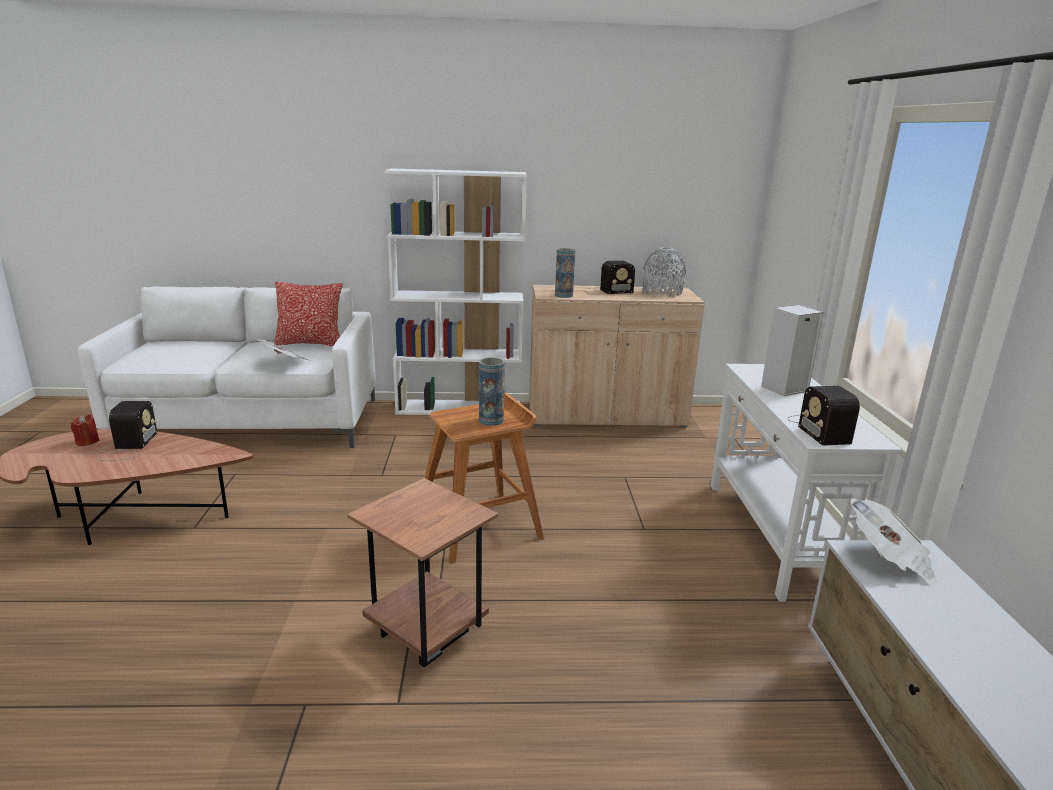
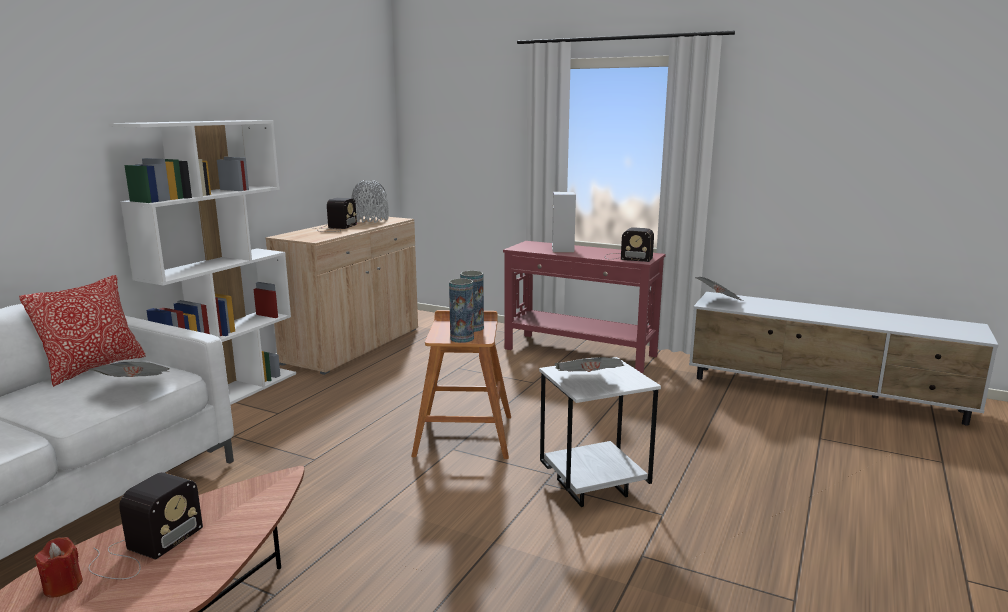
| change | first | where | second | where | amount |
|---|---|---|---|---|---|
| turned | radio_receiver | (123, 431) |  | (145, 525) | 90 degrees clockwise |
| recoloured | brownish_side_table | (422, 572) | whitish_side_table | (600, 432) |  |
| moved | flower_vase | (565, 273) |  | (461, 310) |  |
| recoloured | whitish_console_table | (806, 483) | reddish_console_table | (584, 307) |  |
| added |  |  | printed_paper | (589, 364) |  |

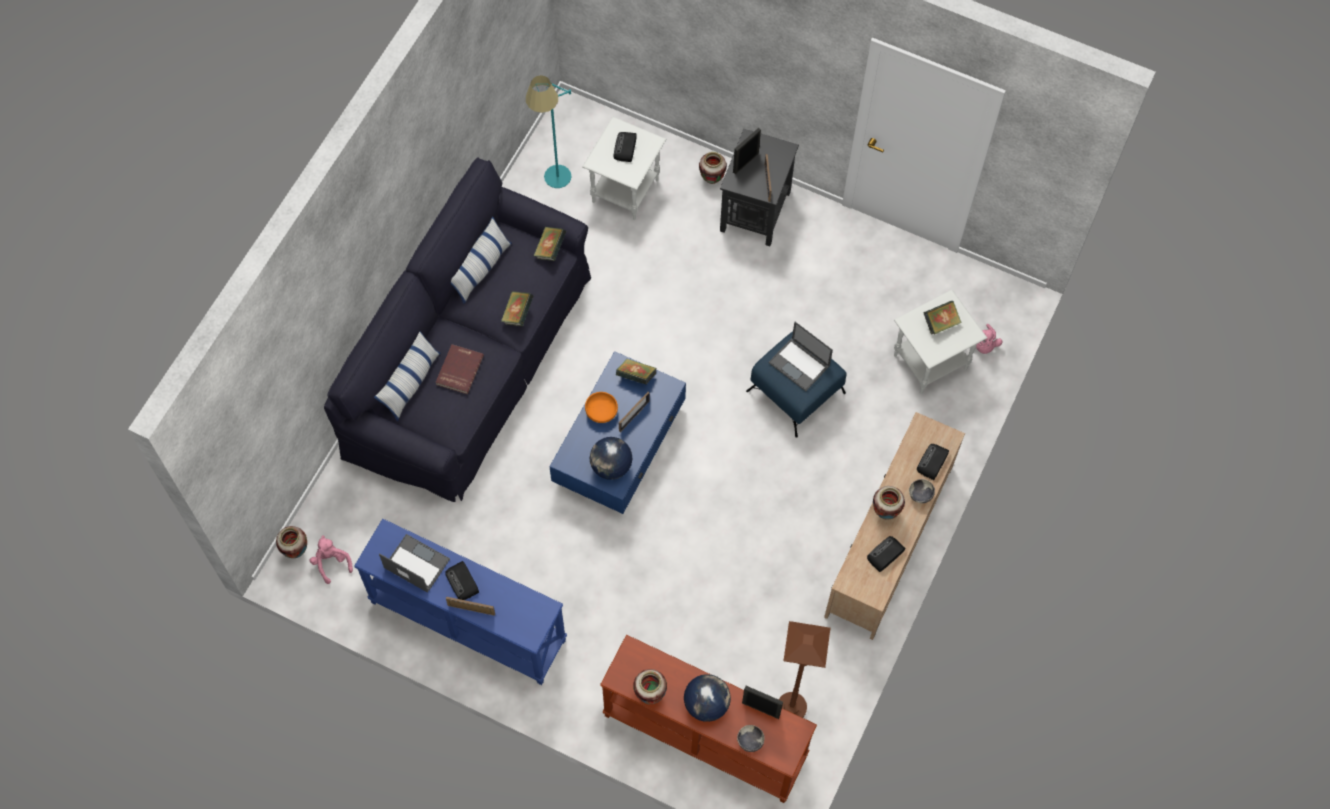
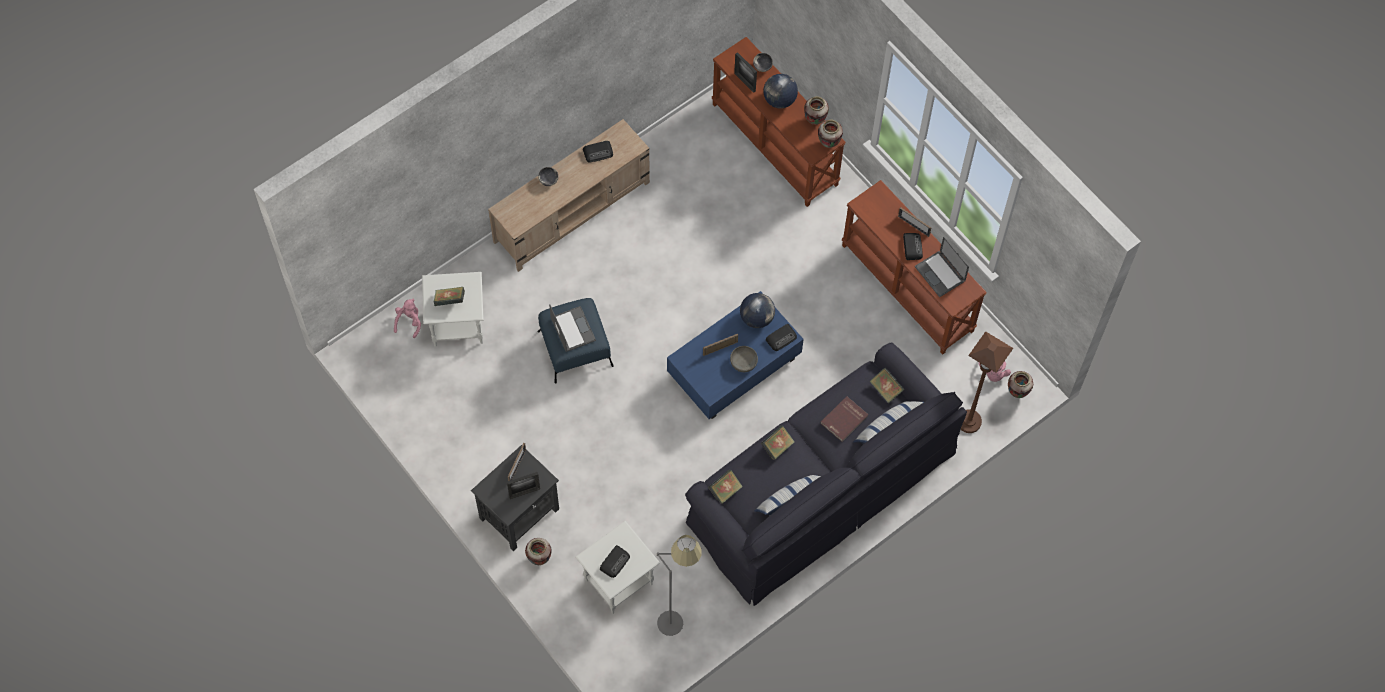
| change | first | where | second | where | amount |
|---|---|---|---|---|---|
| recoloured | blue_console_table | (460, 602) | brownish_console_table | (914, 267) |  |
| recoloured | blue-green_standard_lamp | (549, 131) | greyish_standard_lamp | (679, 585) |  |
| recoloured | orangey_serving_bowl | (601, 407) | greyish_serving_bowl | (744, 359) |  |
| moved | volume | (636, 371) |  | (887, 385) |  |
| moved | brownish_standard_lamp | (804, 669) |  | (987, 382) |  |
| moved | flower_vase | (889, 503) |  | (830, 134) |  |
| moved | radio_receiver | (933, 462) |  | (781, 337) |  |

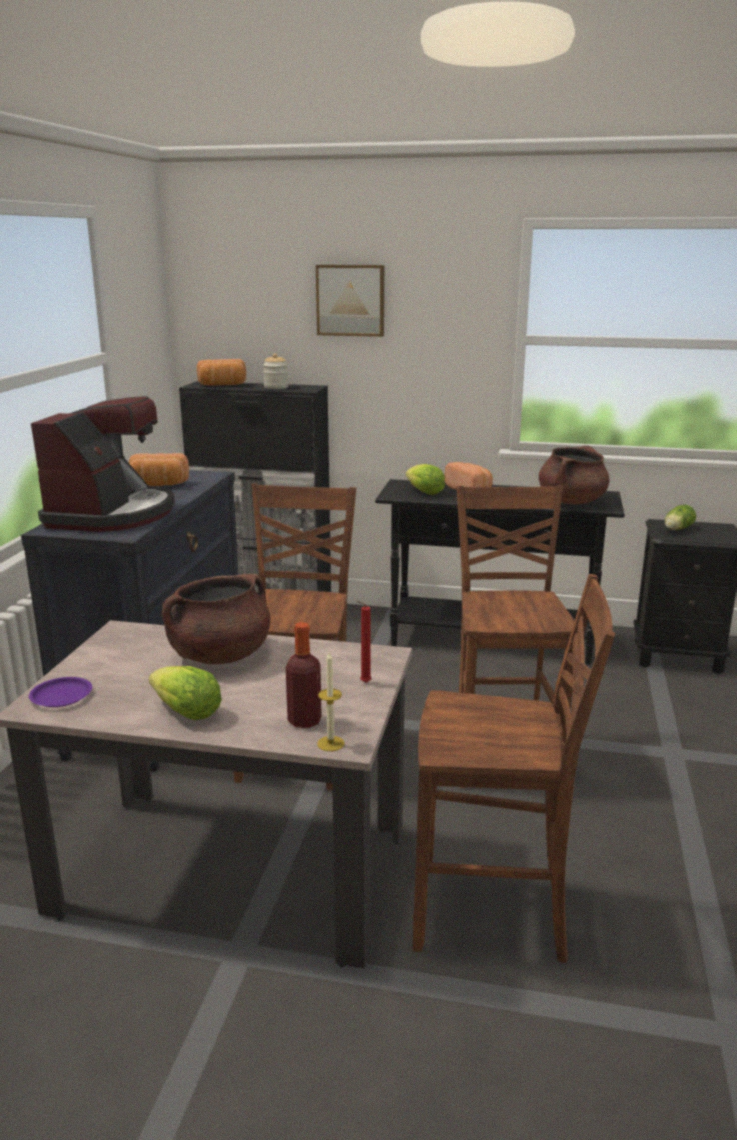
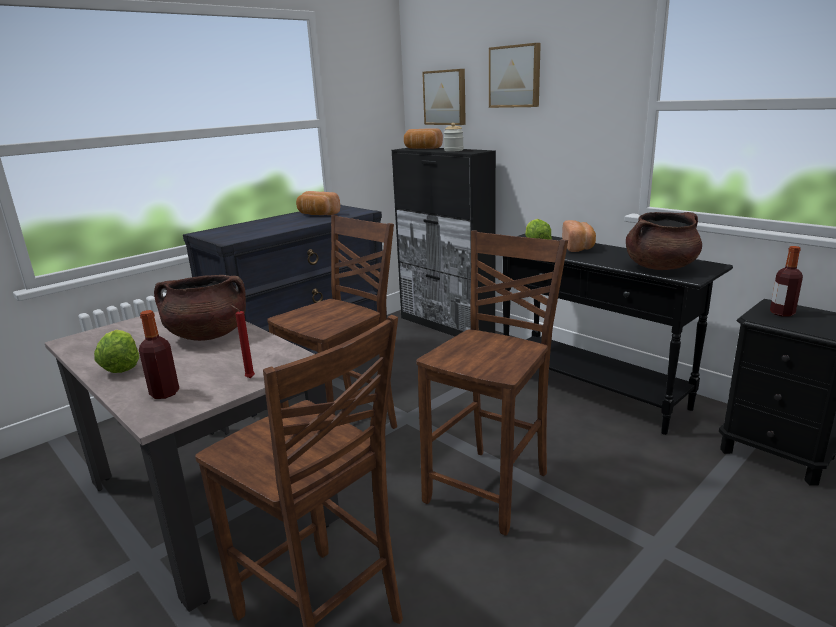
| change | first | where | second | where | amount |
|---|---|---|---|---|---|
| removed | purple_plate | (60, 692) |  |  |  |
| removed | coffee_machine | (103, 464) |  |  |  |
| removed | candle | (331, 701) |  |  |  |
| replaced | lettuce | (680, 517) | bottle | (786, 281) |  |
| added |  |  | wall_art | (444, 97) |  |

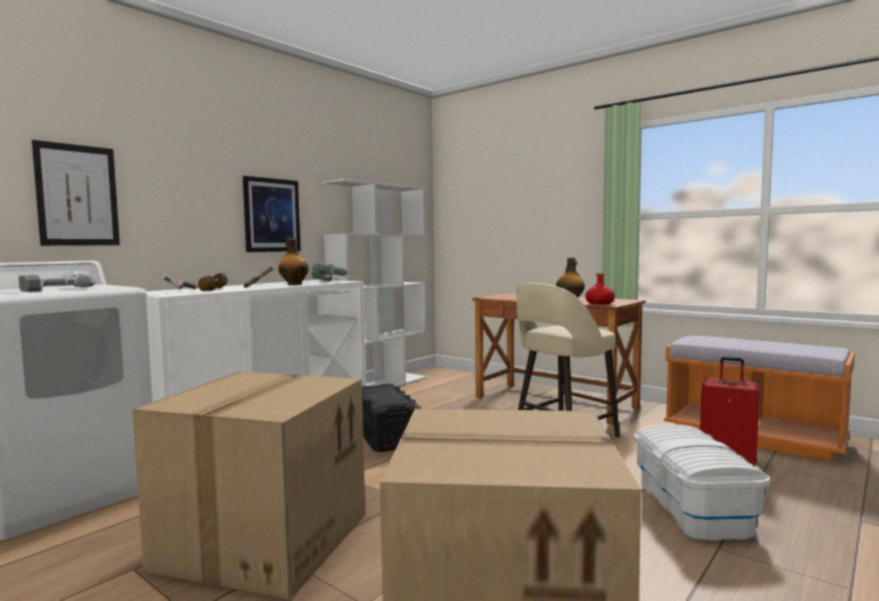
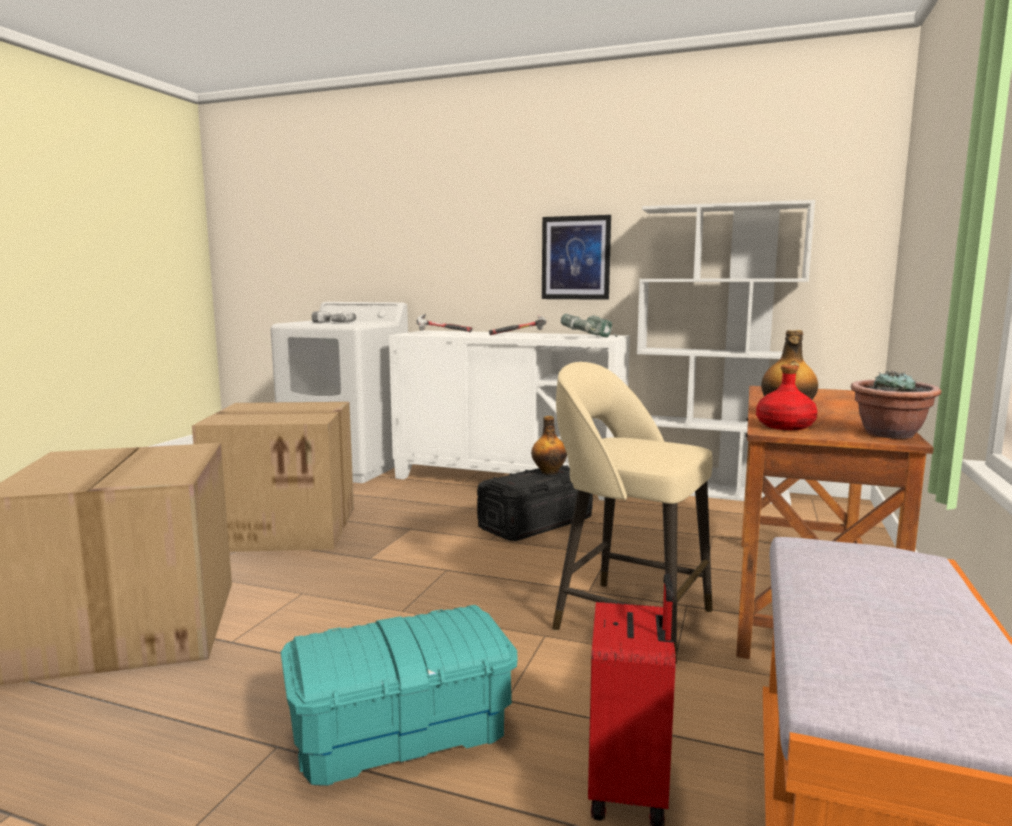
| change | first | where | second | where | amount |
|---|---|---|---|---|---|
| removed | wall_art | (76, 193) |  |  |  |
| removed | brownish_dumbbell | (213, 282) |  |  |  |
| moved | bottle | (293, 261) |  | (549, 445) |  |
| recoloured | whitish_storage_container | (702, 482) | blue-green_storage_container | (399, 695) |  |
| added |  |  | houseplant | (896, 405) |  |

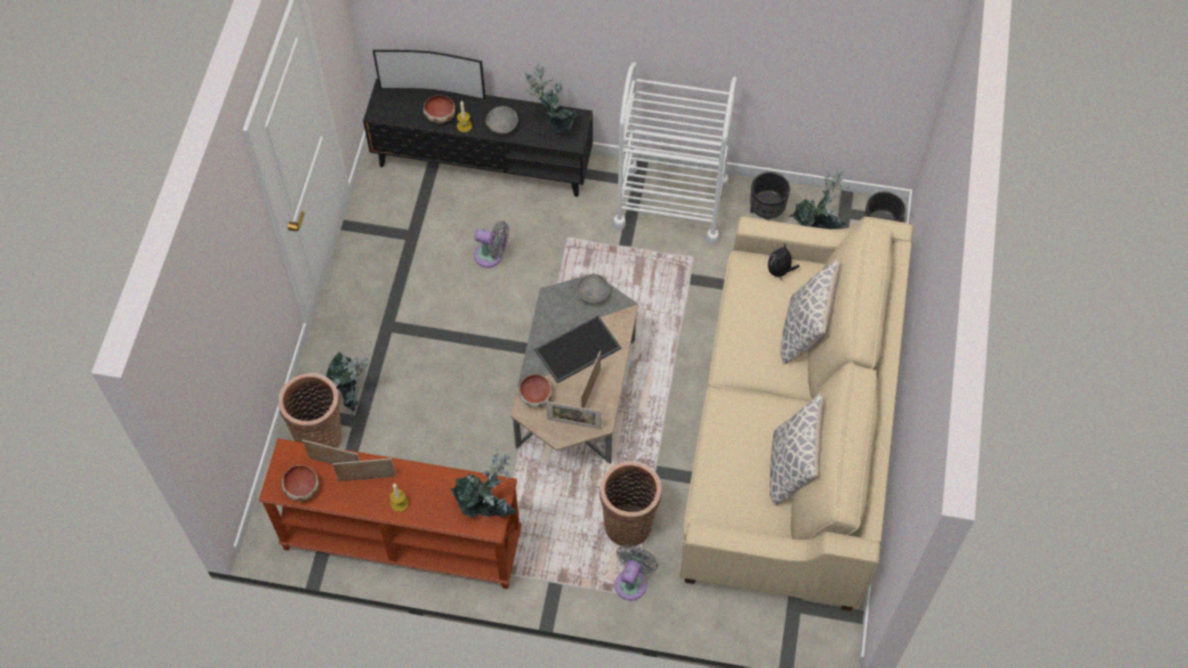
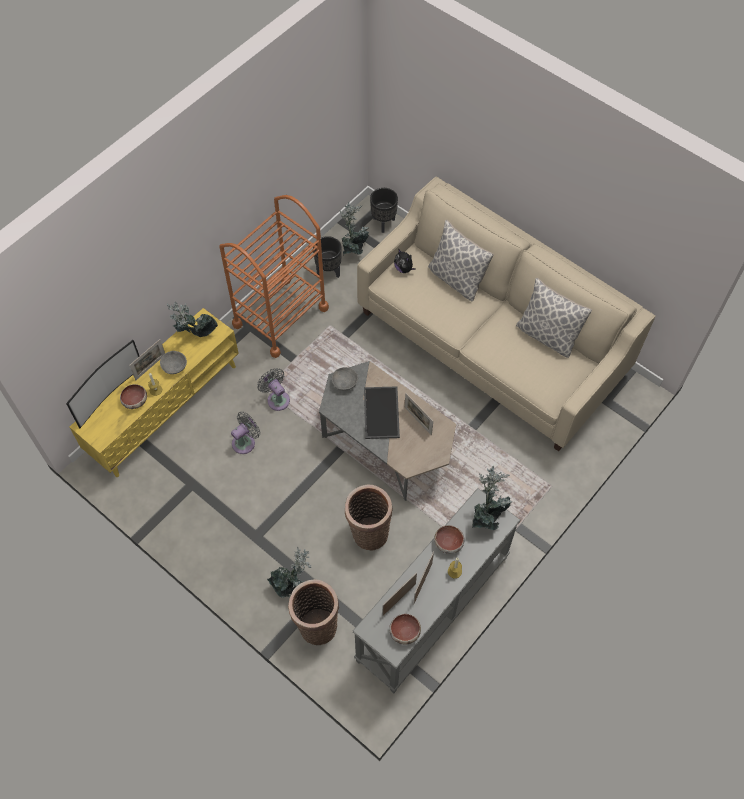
| change | first | where | second | where | amount |
|---|---|---|---|---|---|
| recoloured | brownish_console_table | (390, 513) | greyish_console_table | (436, 590) |  |
| recoloured | black_tv_unit | (478, 138) | yellowish_tv_unit | (154, 392) |  |
| moved | serving_bowl | (536, 390) |  | (449, 539) |  |
| moved | standing_frame | (573, 415) |  | (147, 360) |  |
| moved | household_basket | (630, 504) |  | (369, 517) |  |
| recoloured | whitish_wheeled_cart | (675, 153) | orangey_wheeled_cart | (274, 276) |  |
| moved | greyish_cooling_fan | (636, 572) |  | (273, 389) |  |

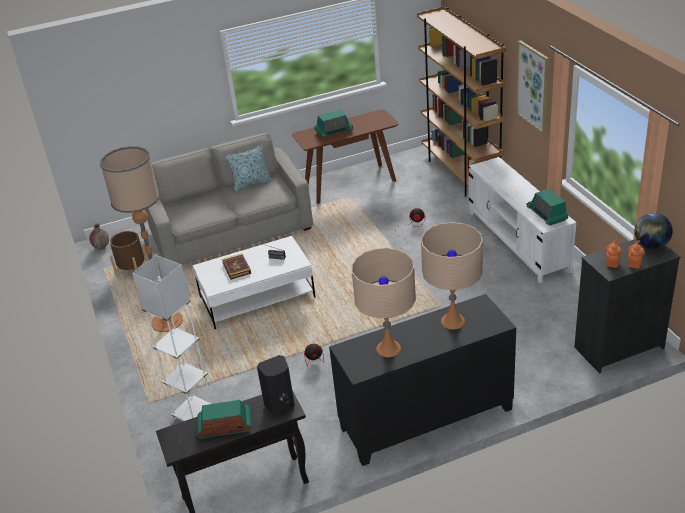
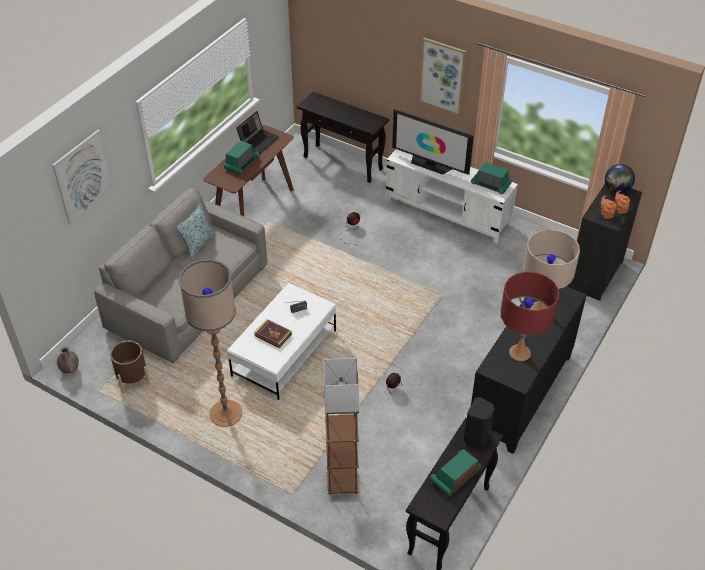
| change | first | where | second | where | amount |
|---|---|---|---|---|---|
| recoloured | whitish_standard_lamp | (172, 338) | brownish_standard_lamp | (341, 426) |  |
| recoloured | sand-coloured_table_lamp | (383, 302) | reddish_table_lamp | (530, 316) |  |
| replaced | brownish_bookshelf | (461, 102) | black_console_table | (343, 137) |  |
| added |  |  | wall_art | (82, 177) |  |
| added |  |  | portable_computer | (257, 132) |  |
| added |  |  | TV | (433, 142) |  |

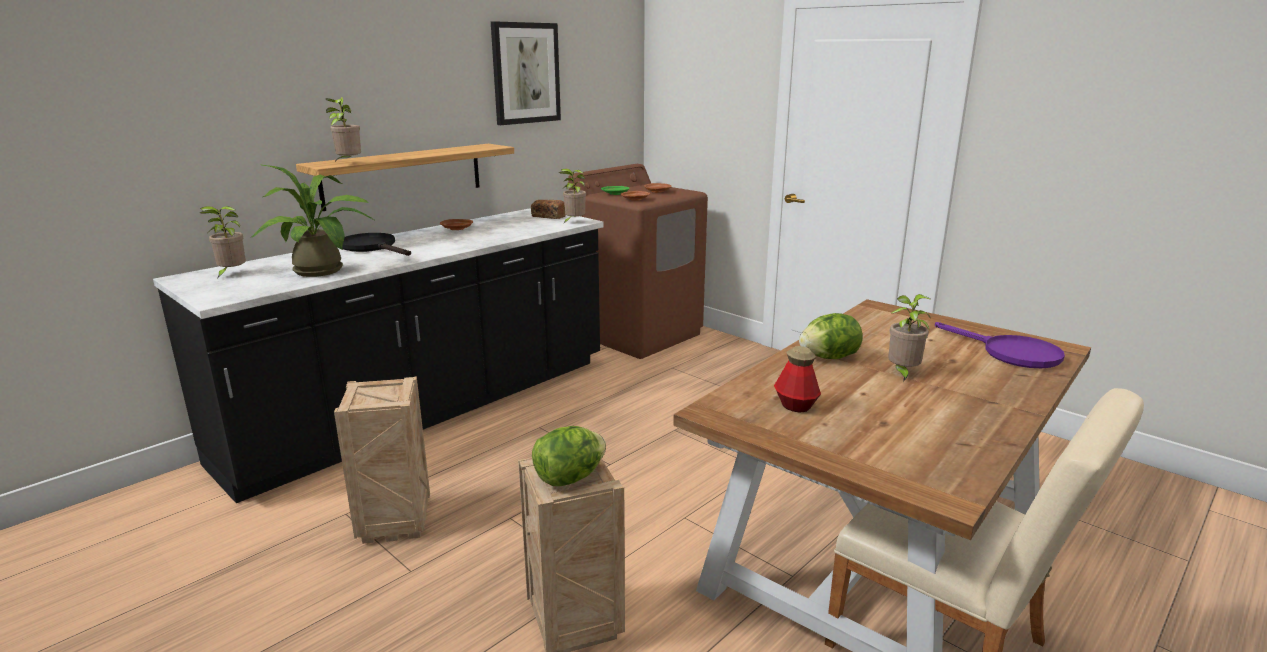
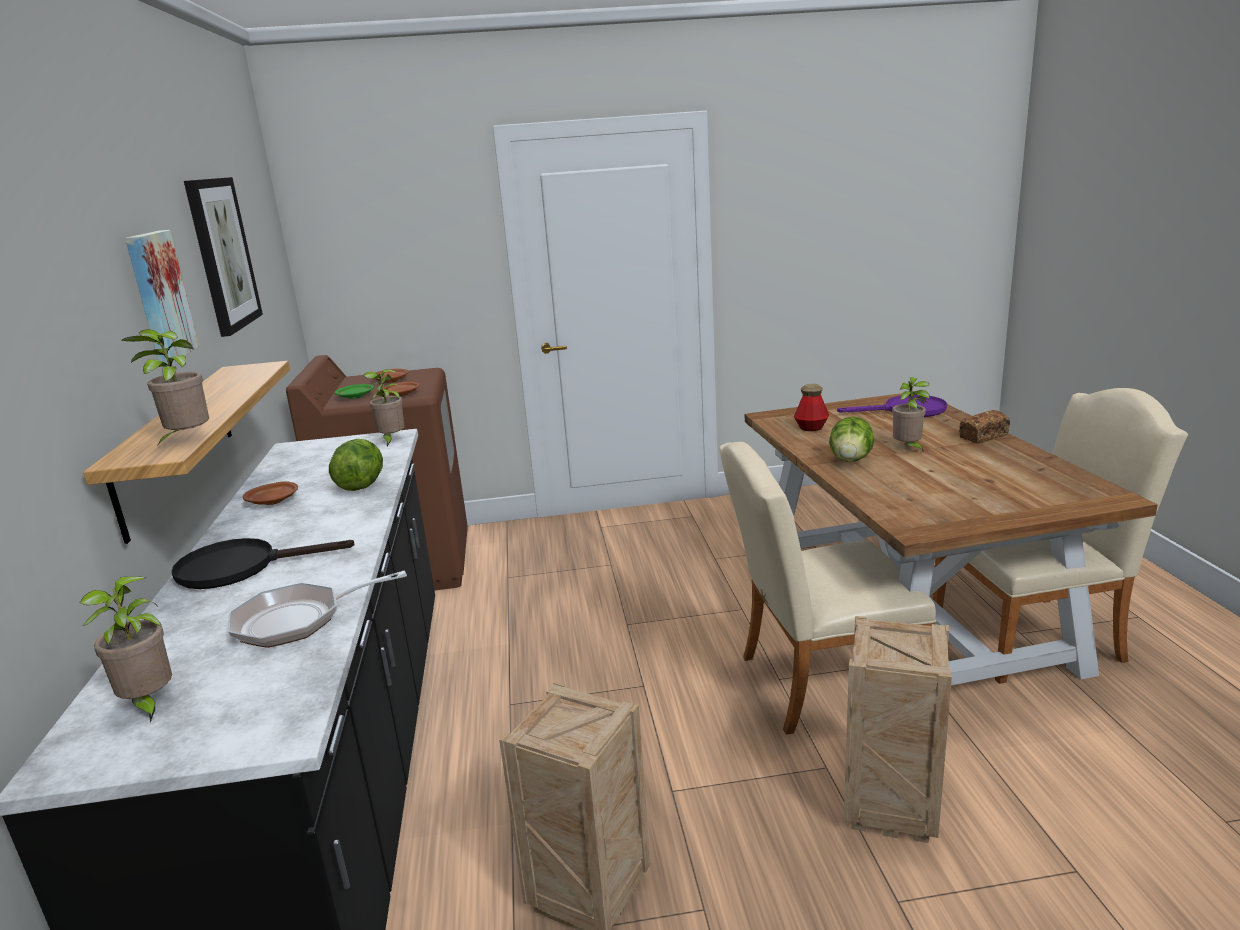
| change | first | where | second | where | amount |
|---|---|---|---|---|---|
| replaced | houseplant | (312, 221) | pan | (317, 609) |  |
| moved | bread | (548, 209) |  | (984, 427) |  |
| moved | lettuce | (569, 456) |  | (356, 465) |  |
| moved | bottle | (797, 379) |  | (811, 407) |  |
| added |  |  | wall_art | (162, 297) |  |
| added |  |  | sand-coloured_chair | (828, 588) |  |

